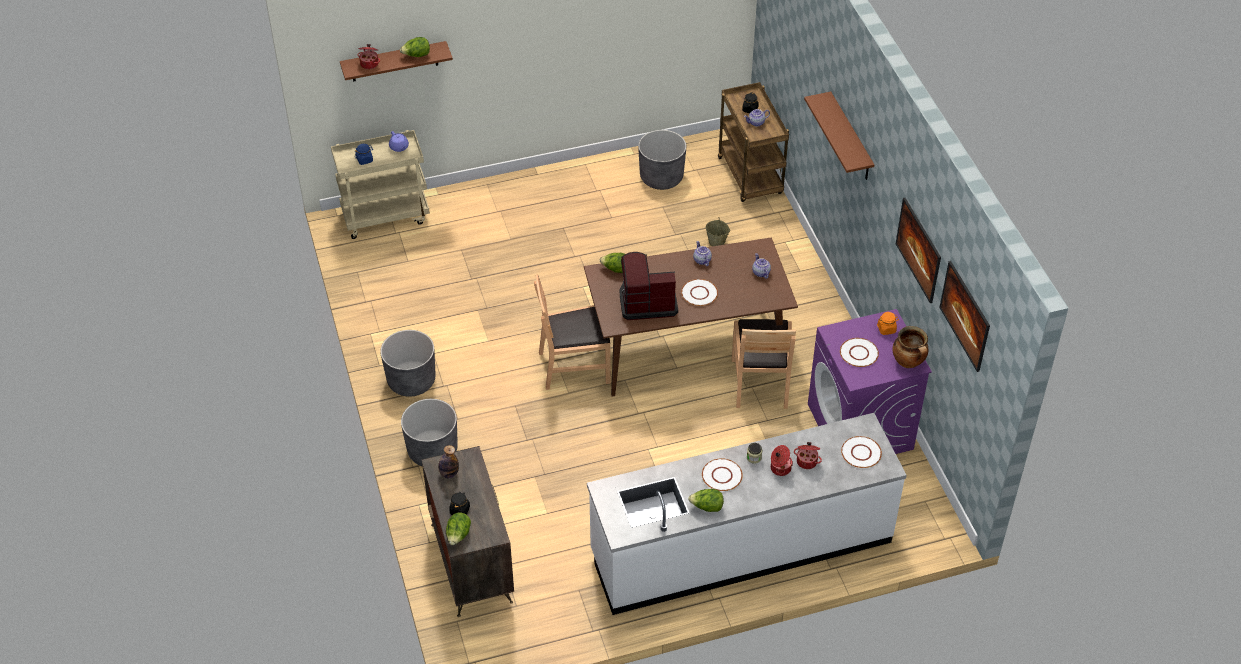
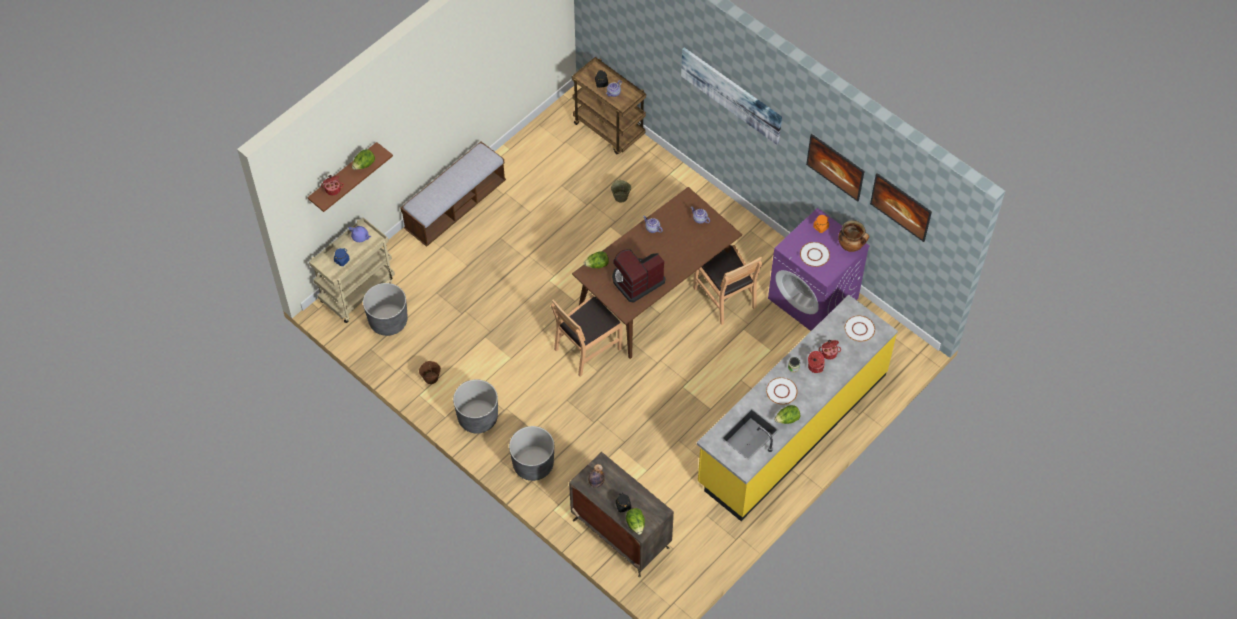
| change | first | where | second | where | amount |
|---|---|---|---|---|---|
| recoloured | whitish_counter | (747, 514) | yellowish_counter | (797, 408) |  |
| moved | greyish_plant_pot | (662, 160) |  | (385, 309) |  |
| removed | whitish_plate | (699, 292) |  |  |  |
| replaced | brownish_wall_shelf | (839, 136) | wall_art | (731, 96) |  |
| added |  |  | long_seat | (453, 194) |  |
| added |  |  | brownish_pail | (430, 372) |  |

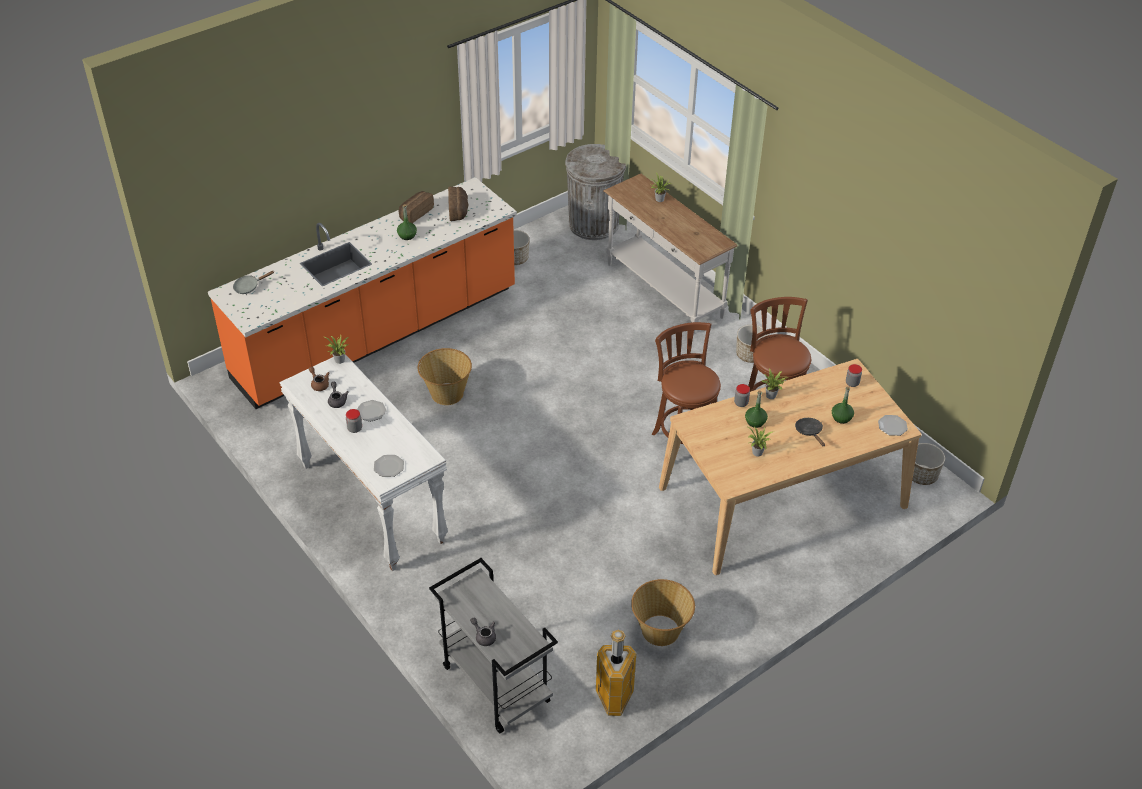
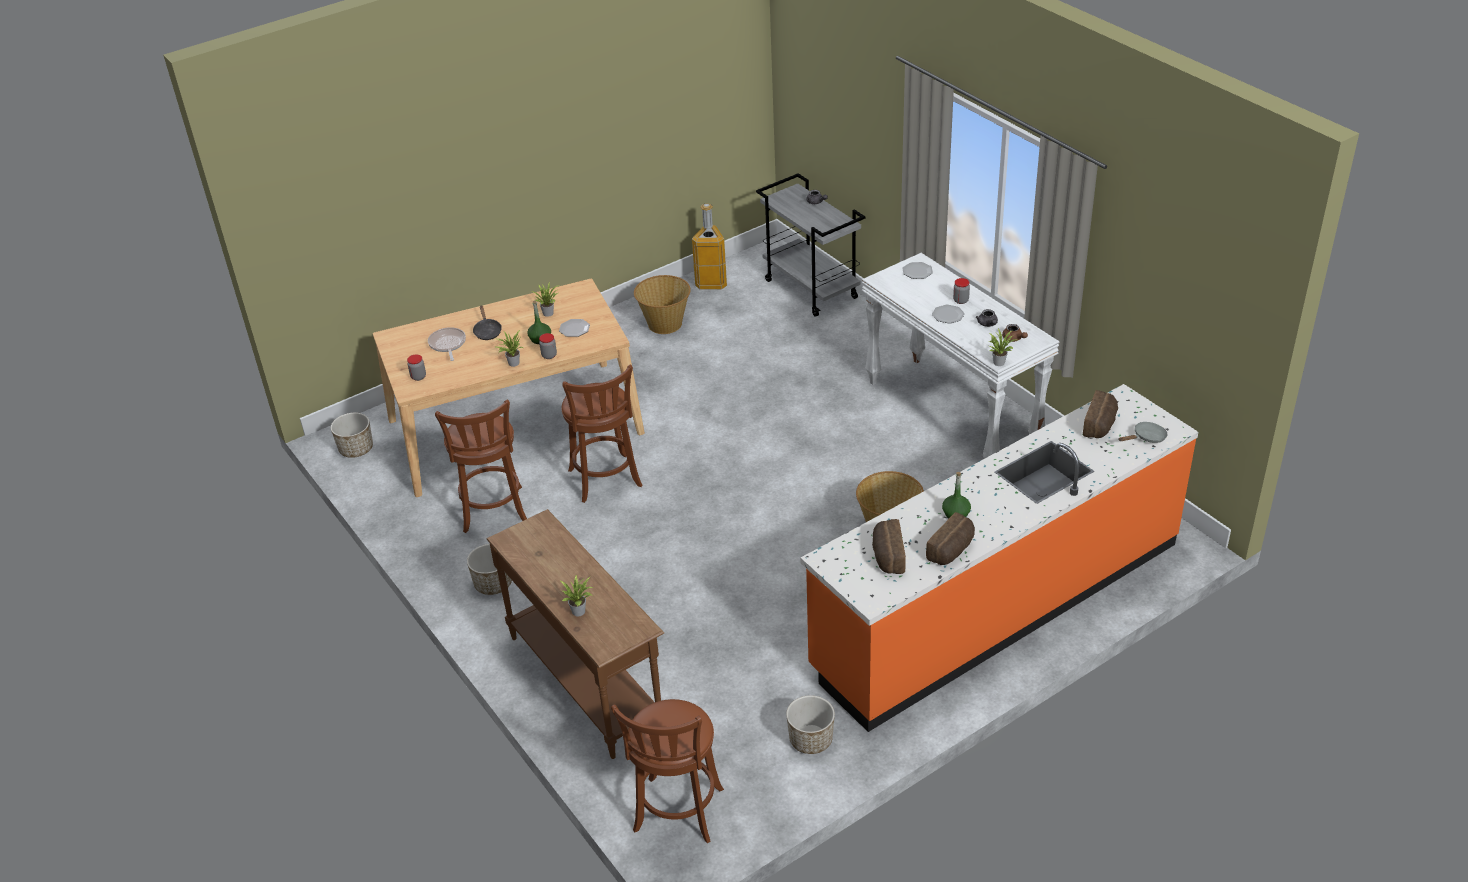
| change | first | where | second | where | amount |
|---|---|---|---|---|---|
| replaced | greyish_trash_can | (595, 192) | brownish_sitting_stool | (667, 771) |  |
| recoloured | whitish_console_table | (670, 253) | brownish_console_table | (575, 634) |  |
| replaced | green_bottle | (843, 405) | pan | (447, 344) |  |
| moved | plate | (893, 425) |  | (574, 328) |  |
| added |  |  | bread | (1100, 414) |  |

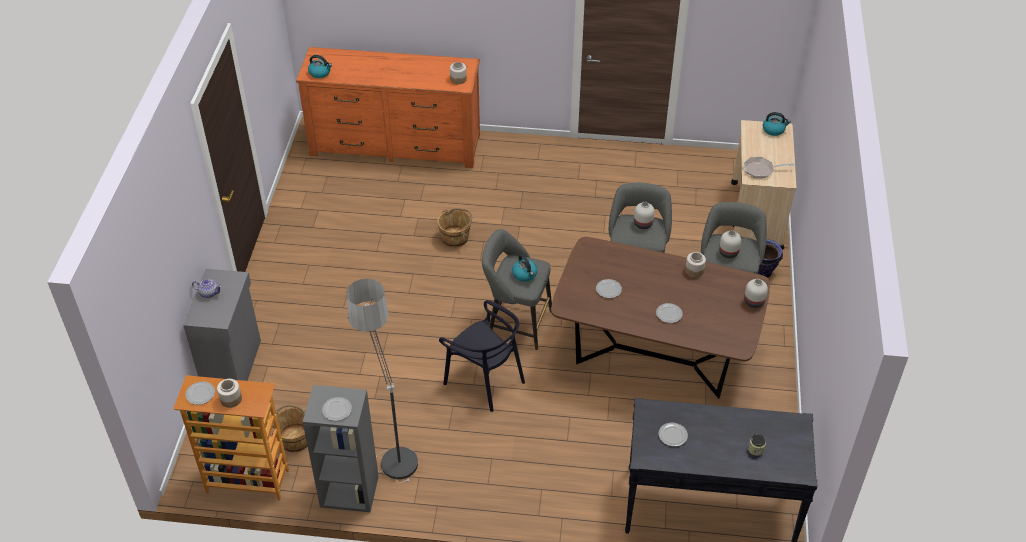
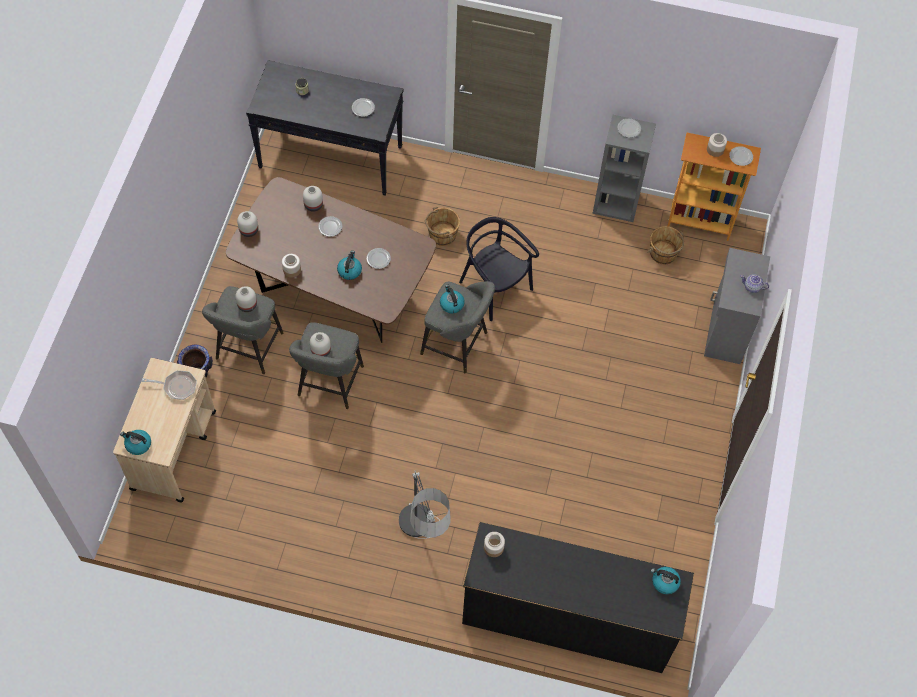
| change | first | where | second | where | amount |
|---|---|---|---|---|---|
| recoloured | orangey_dresser | (388, 107) | black_dresser | (578, 597) |  |
| moved | standard_lamp | (382, 381) |  | (425, 505) |  |
| moved | brownish_pail | (454, 227) |  | (442, 226) |  |
| added |  |  | whitish_flower_vase | (313, 199) |  |
| added |  |  | tea_kettle | (349, 265) |  |

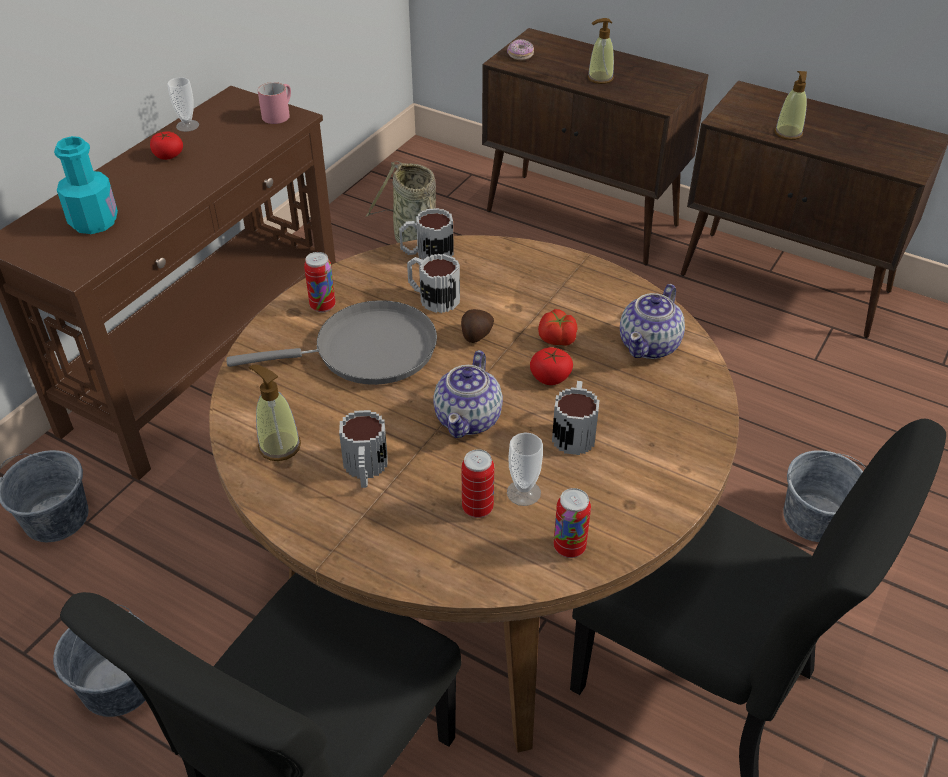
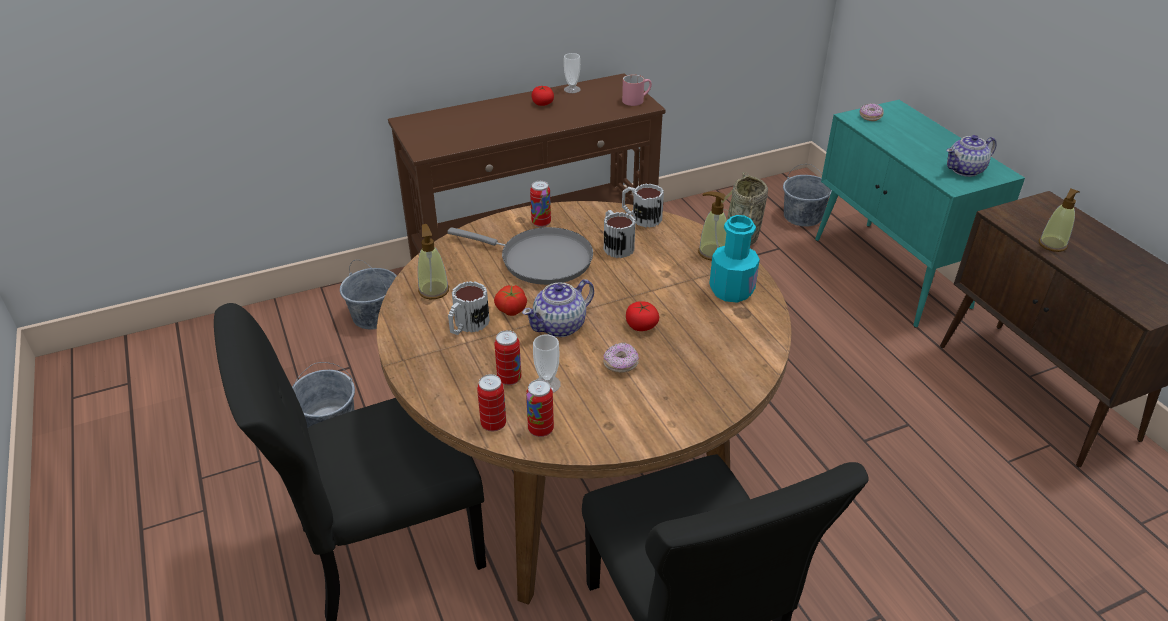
| change | first | where | second | where | amount |
|---|---|---|---|---|---|
| moved | blue-green_bottle | (86, 185) |  | (734, 259) |  |
| removed | spud | (477, 326) |  |  |  |
| recoloured | brownish_cupboard | (595, 146) | blue-green_cupboard | (920, 214) |  |
| moved | fresh_tomato | (558, 327) |  | (510, 300) |  |
| replaced | tea_mug | (576, 418) | doughnut | (621, 357) |  |
| moved | soap_bottle | (601, 51) |  | (712, 226) |  |
| moved | tea_pot | (652, 321) |  | (971, 156) |  |
| moved | greyish_pail | (824, 496) |  | (807, 195) |  |
| added |  |  | can | (491, 402) |  |

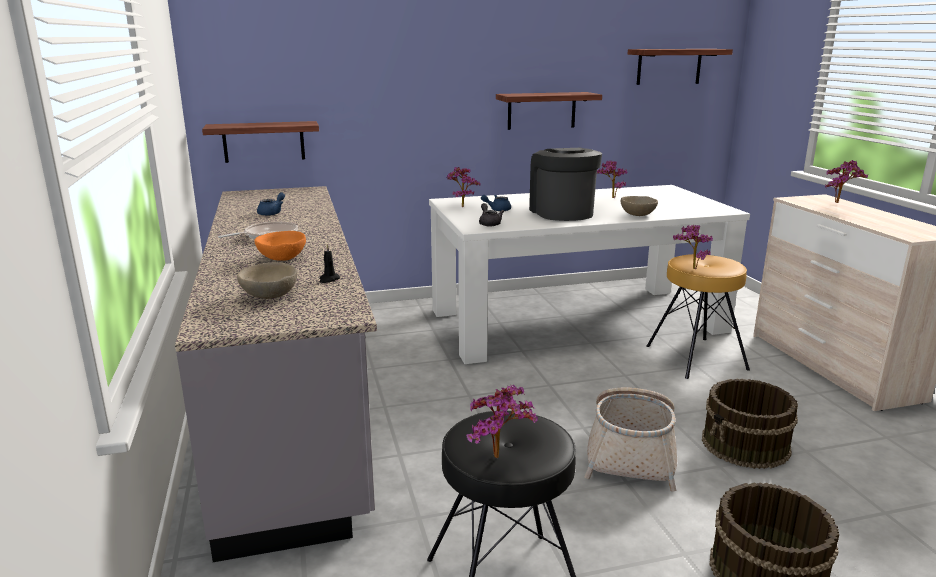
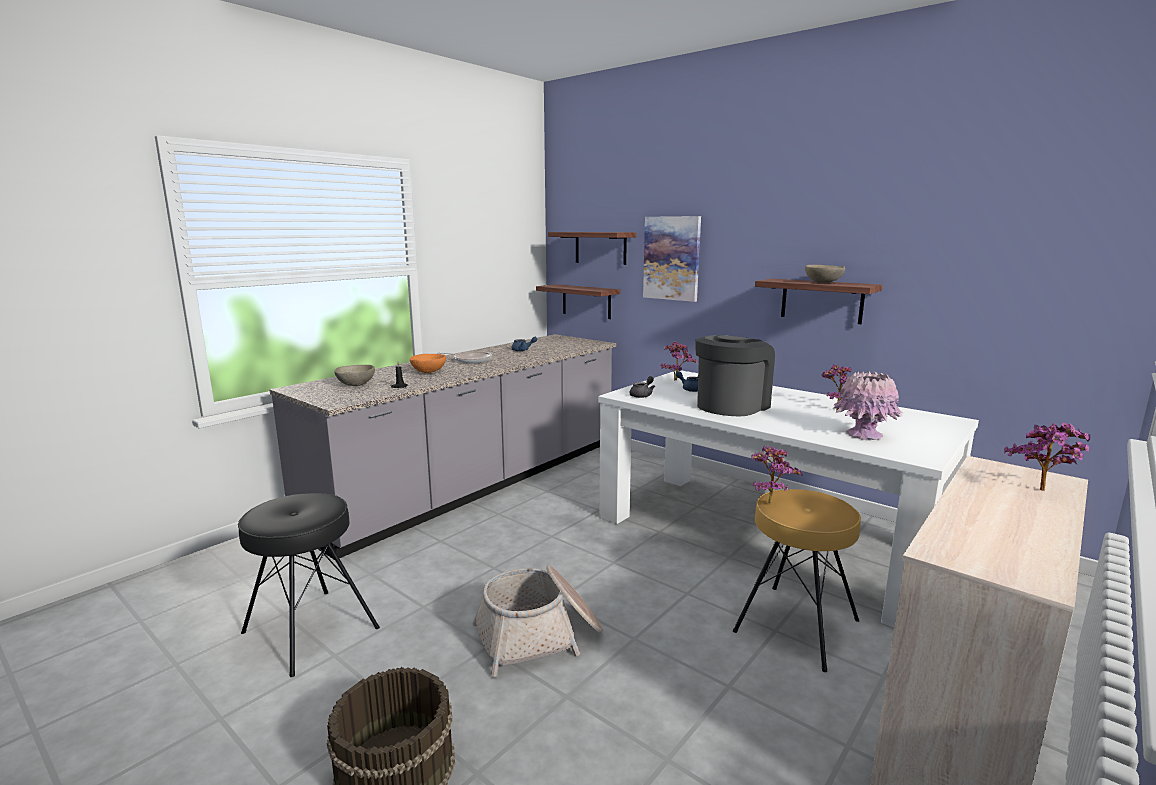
| change | first | where | second | where | amount |
|---|---|---|---|---|---|
| removed | houseplant | (502, 421) |  |  |  |
| moved | sand-coloured_serving_bowl | (639, 206) |  | (825, 274) |  |
| moved | wall_shelf | (680, 67) |  | (592, 248) |  |
| removed | brownish_pail | (750, 424) |  |  |  |
| added |  |  | wall_art | (672, 259) |  |
| added |  |  | pinkish_flower_vase | (868, 405) |  |

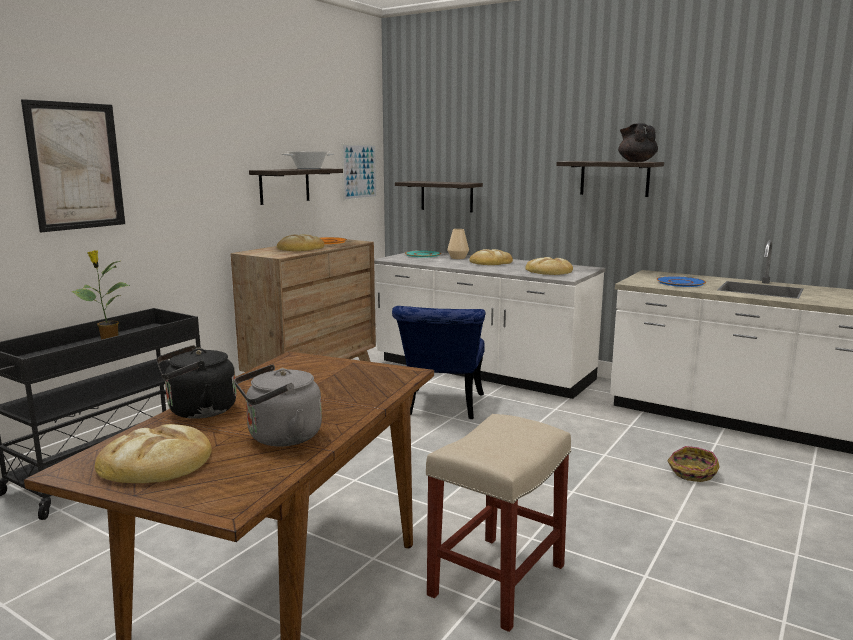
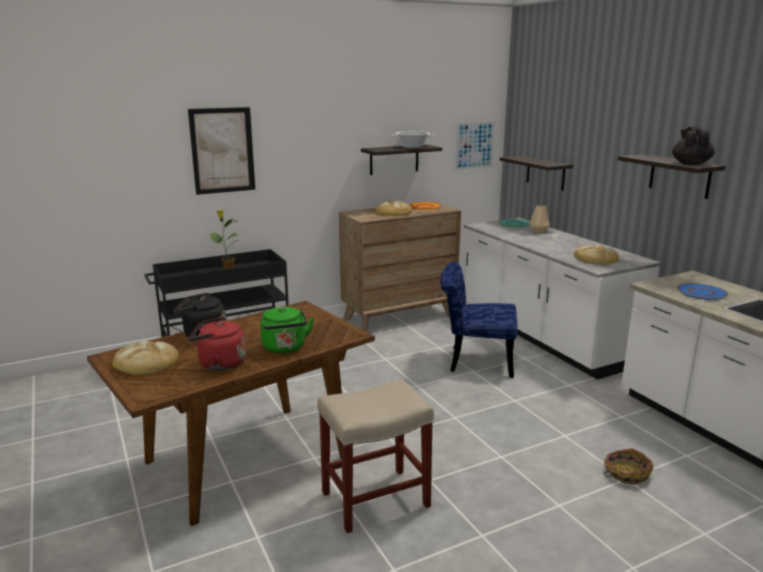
| change | first | where | second | where | amount |
|---|---|---|---|---|---|
| recoloured | greyish_tea_kettle | (278, 405) | reddish_tea_kettle | (217, 344) |  |
| turned | blue_chair | (438, 362) |  | (478, 320) | 60 degrees clockwise |
| removed | bread | (491, 257) |  |  |  |
| added |  |  | green_tea_kettle | (287, 330) |  |

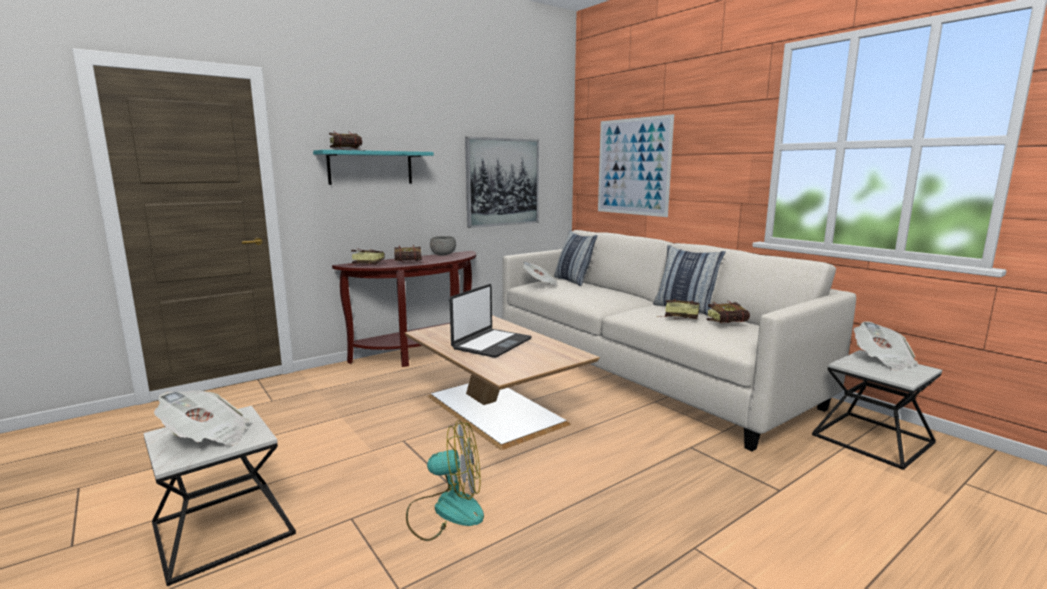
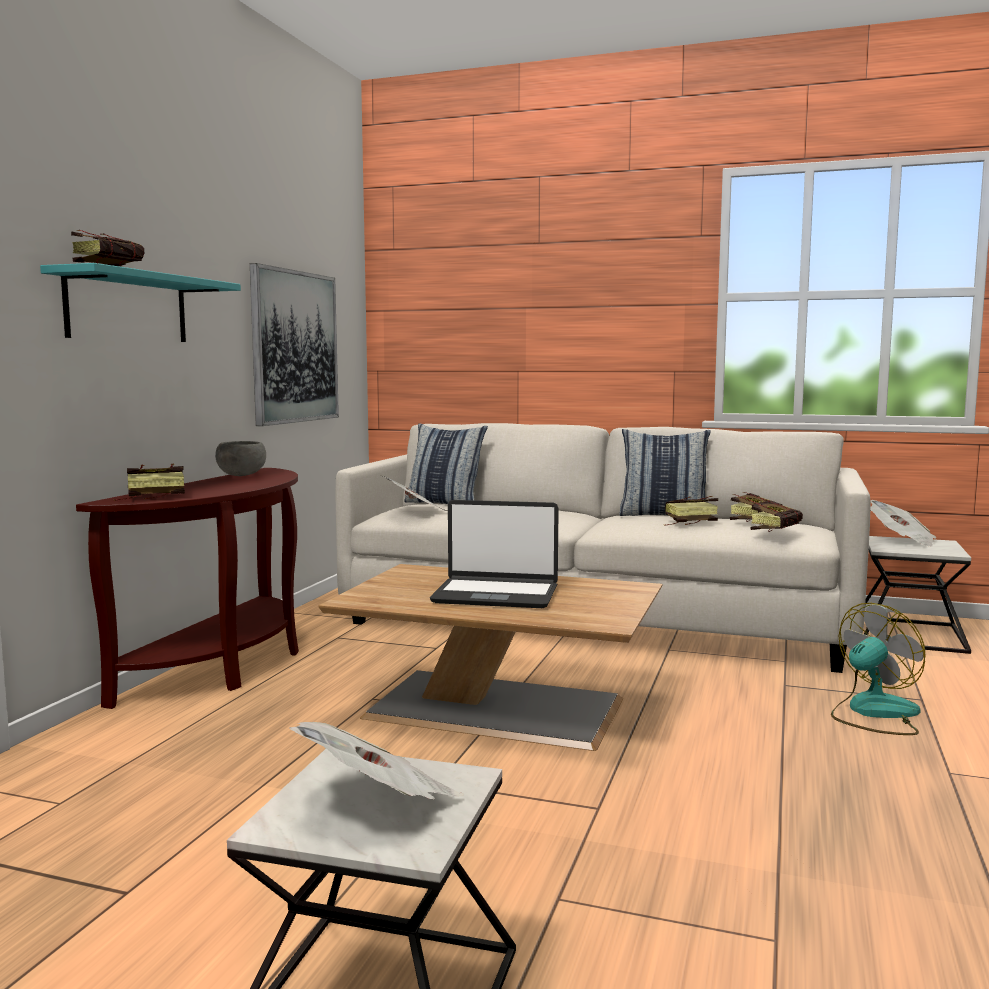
| change | first | where | second | where | amount |
|---|---|---|---|---|---|
| moved | volume | (408, 254) |  | (777, 516) |  |
| moved | cooling_fan | (445, 480) |  | (878, 669) |  |
| turned | portable_computer | (491, 321) |  | (494, 554) | 105 degrees clockwise |
| removed | wall_art | (636, 165) |  |  |  |

